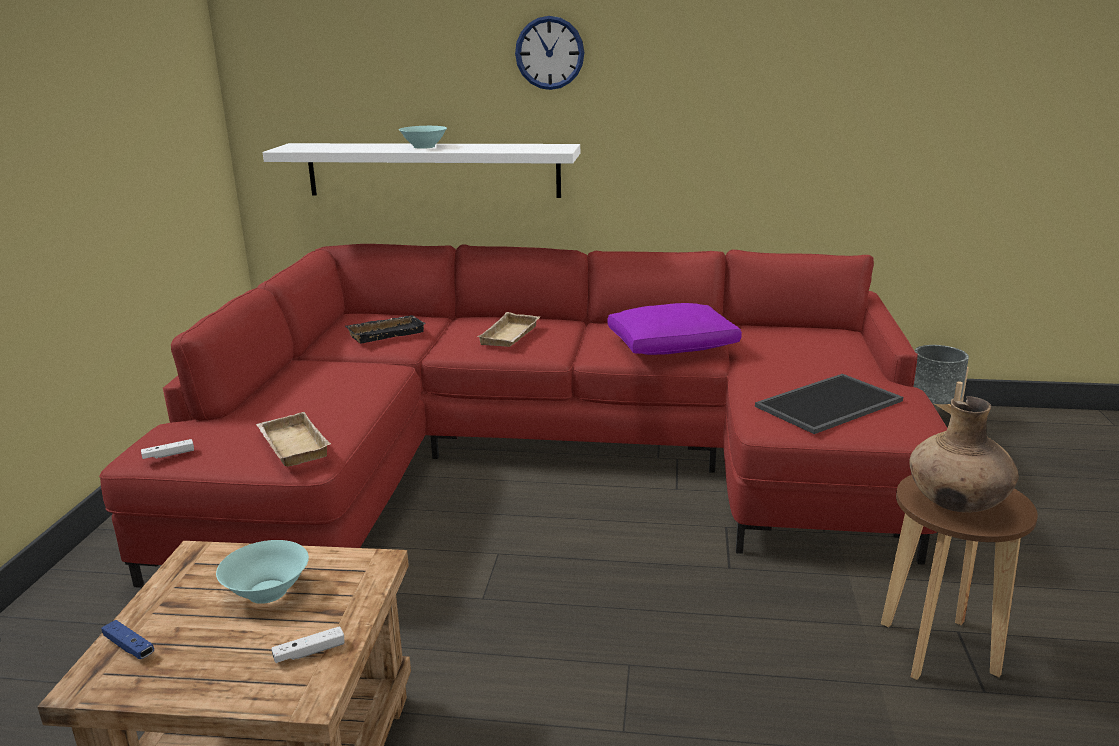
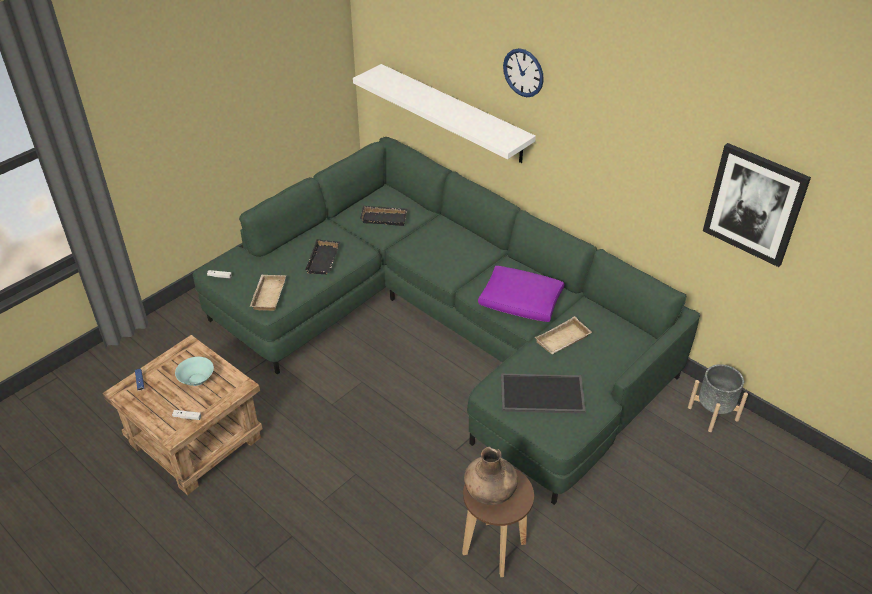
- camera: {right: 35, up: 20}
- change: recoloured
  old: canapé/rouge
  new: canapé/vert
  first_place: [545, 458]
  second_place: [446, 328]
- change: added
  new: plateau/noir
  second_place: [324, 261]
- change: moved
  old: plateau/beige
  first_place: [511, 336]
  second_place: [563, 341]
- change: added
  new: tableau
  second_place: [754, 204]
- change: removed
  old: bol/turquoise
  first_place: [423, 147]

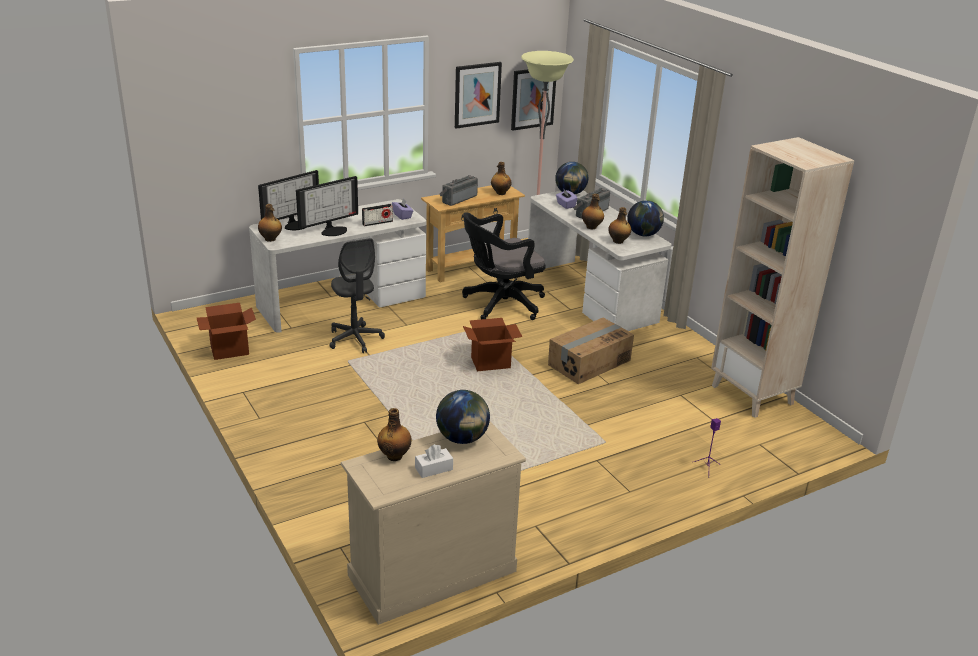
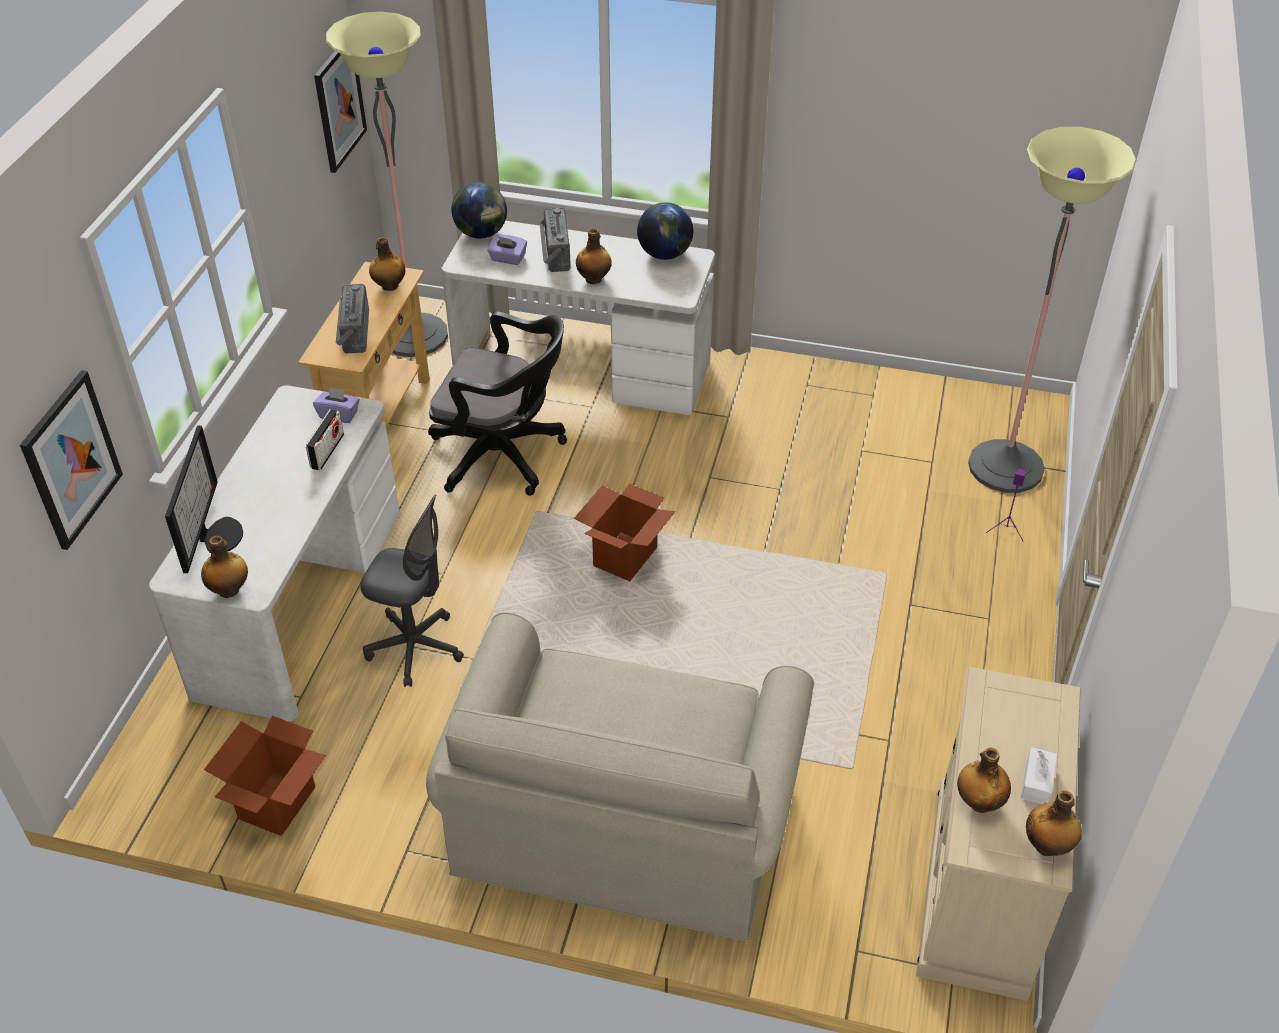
- camera: {right: -45, up: 15}
- change: moved
  old: tableau
  first_place: [477, 94]
  second_place: [71, 460]
- change: added
  new: canapé/beige
  second_place: [622, 819]
- change: turned
  old: chaise de bureau/noir
  first_place: [500, 304]
  second_place: [504, 456]
  degrees: -90
- change: added
  new: lampadaire
  second_place: [1005, 467]
- change: moved
  old: bouteille
  first_place: [618, 241]
  second_place: [1048, 846]
- change: removed
  old: écran d'ordinateur
  first_place: [333, 230]
- change: removed
  old: globe
  first_place: [462, 438]
- change: removed
  old: carton
  first_place: [588, 362]
- change: removed
  old: bibliothèque/beige
  first_place: [753, 395]

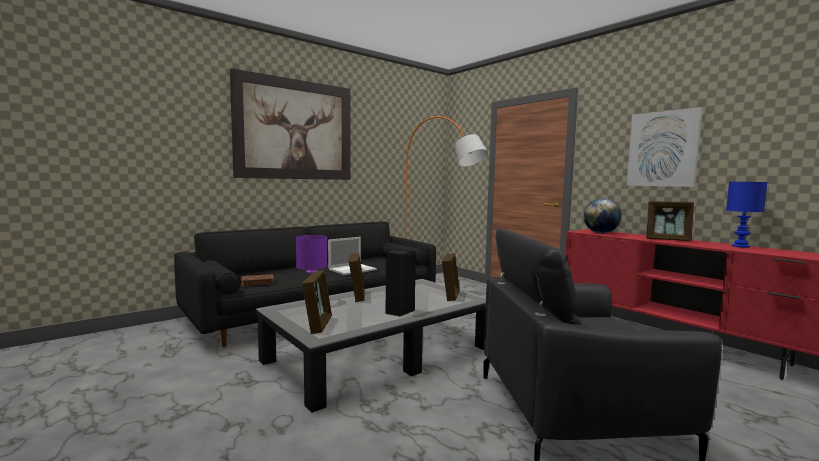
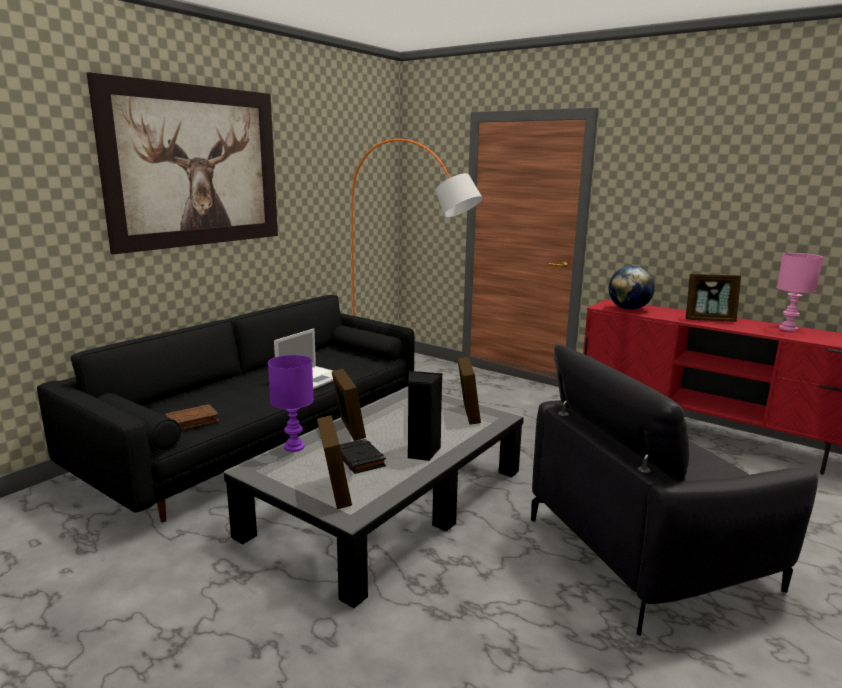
- camera: {right: -15, up: 10}
- change: added
  new: livre/noir
  second_place: [360, 460]
- change: recoloured
  old: lampe de table/bleu
  new: lampe de table/rose
  first_place: [740, 246]
  second_place: [787, 328]
- change: removed
  old: tableau
  first_place: [662, 149]

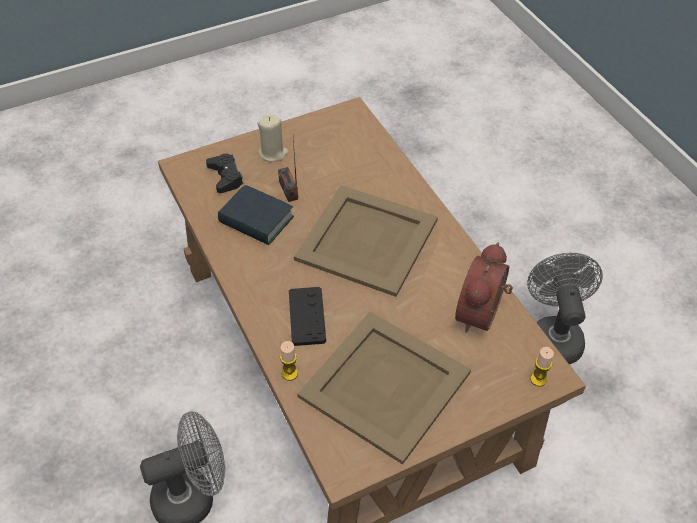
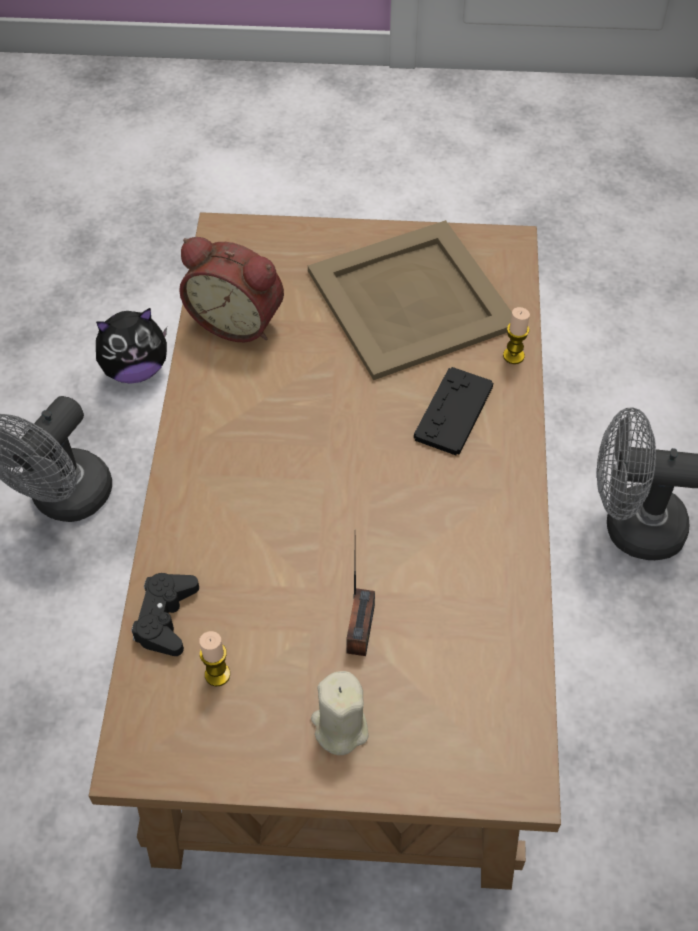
- camera: {right: -150, up: 5}
- change: added
  new: peluche
  second_place: [135, 369]
- change: moved
  old: manette/noir
  first_place: [226, 177]
  second_place: [166, 618]
- change: turned
  old: réveil
  first_place: [482, 315]
  second_place: [238, 320]
  degrees: 60
- change: moved
  old: bougie
  first_place: [538, 379]
  second_place: [217, 674]
- change: removed
  old: livre
  first_place: [256, 220]
- change: removed
  old: plateau/beige
  first_place: [368, 239]

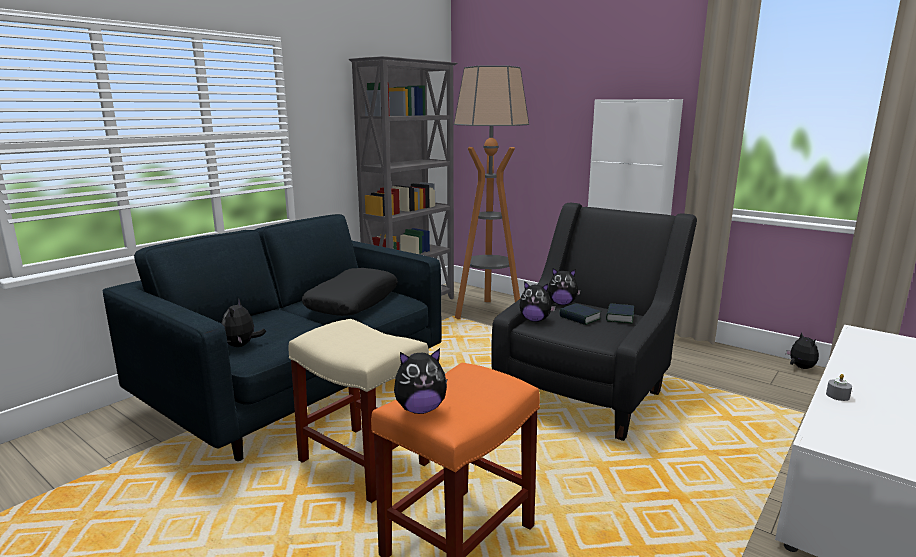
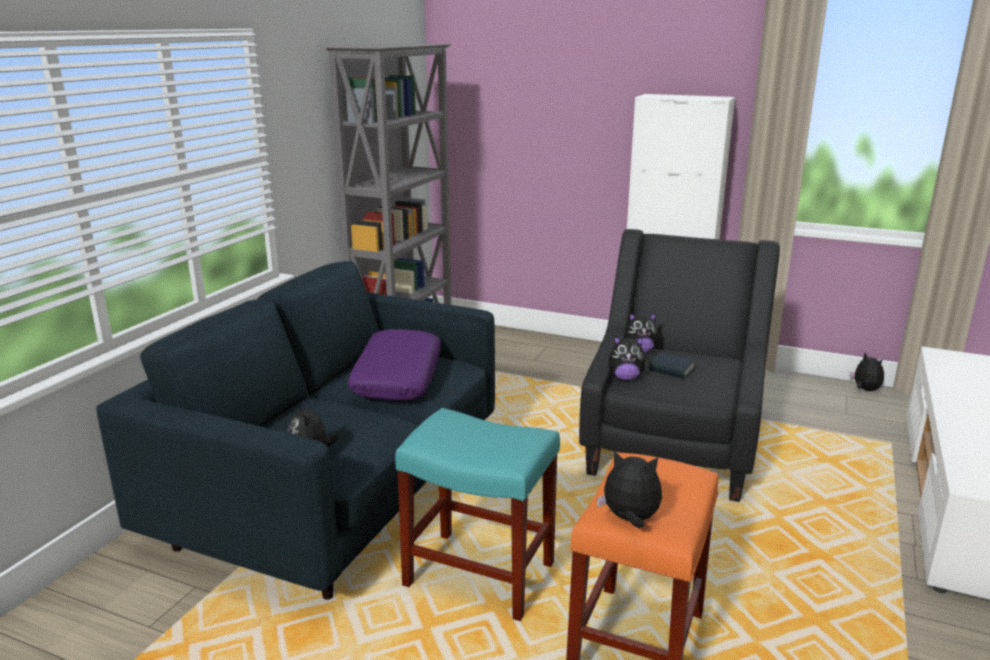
- camera: {right: -15, up: 5}
- change: recoloured
  old: coussin/noir
  new: coussin/violet
  first_place: [352, 302]
  second_place: [397, 377]
- change: recoloured
  old: tabouret/beige
  new: tabouret/turquoise
  first_place: [365, 463]
  second_place: [482, 575]
- change: turned
  old: peluche
  first_place: [420, 409]
  second_place: [630, 519]
  degrees: -135
- change: removed
  old: lampadaire
  first_place: [488, 313]
- change: removed
  old: livre
  first_place: [619, 317]
- change: removed
  old: bougie/gris
  first_place: [837, 396]

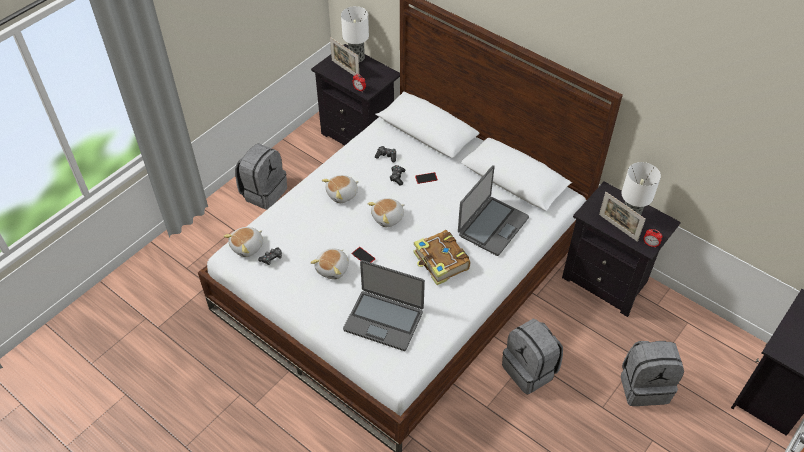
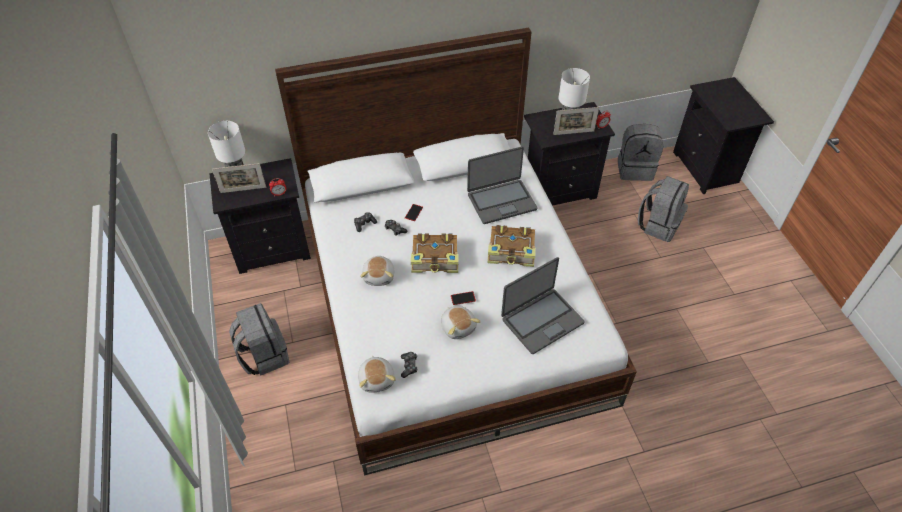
- camera: {right: -55, up: 0}
- change: replaced
  old: peluche
  new: livre
  first_place: [388, 218]
  second_place: [435, 259]
- change: turned
  old: ordinateur portable
  first_place: [492, 226]
  second_place: [501, 201]
  degrees: 90
- change: moved
  old: sac à dos/gris
  first_place: [530, 370]
  second_place: [635, 169]

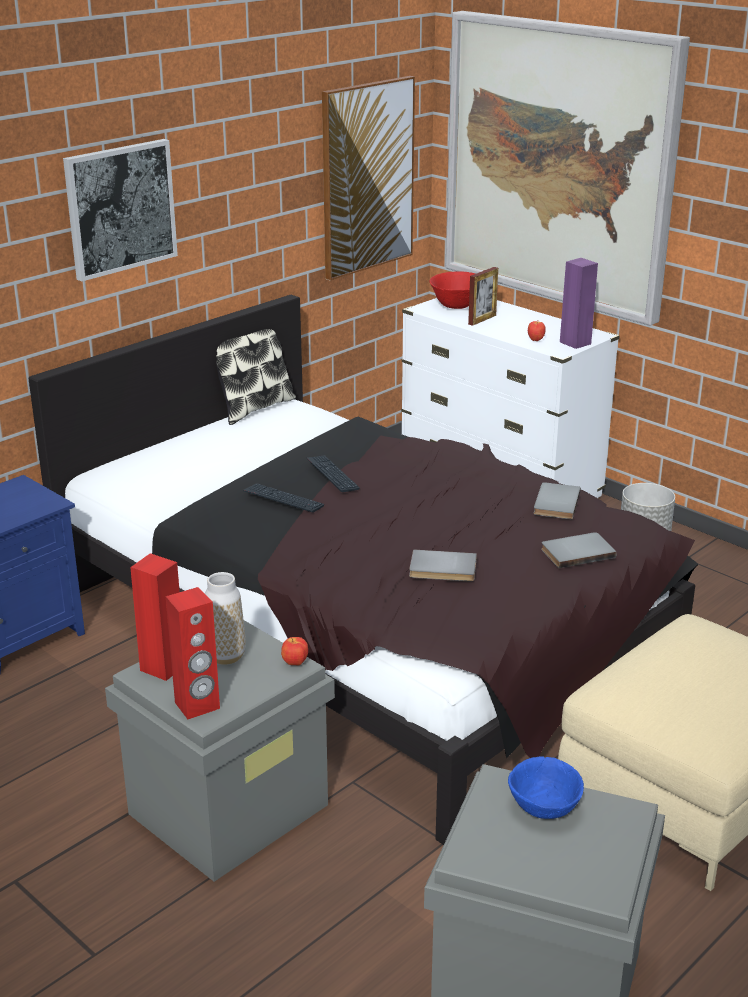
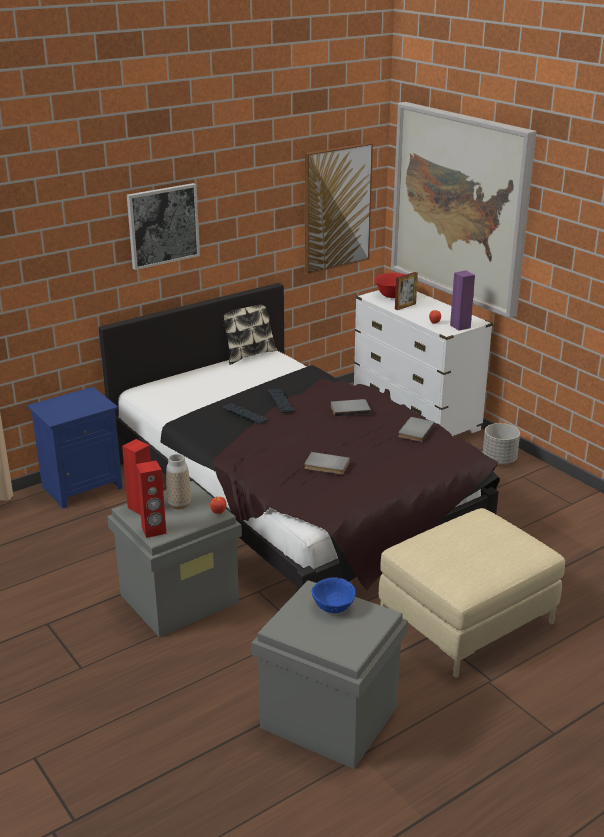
- camera: {right: 10, up: 0}
- change: moved
  old: livre/gris
  first_place: [576, 552]
  second_place: [349, 409]

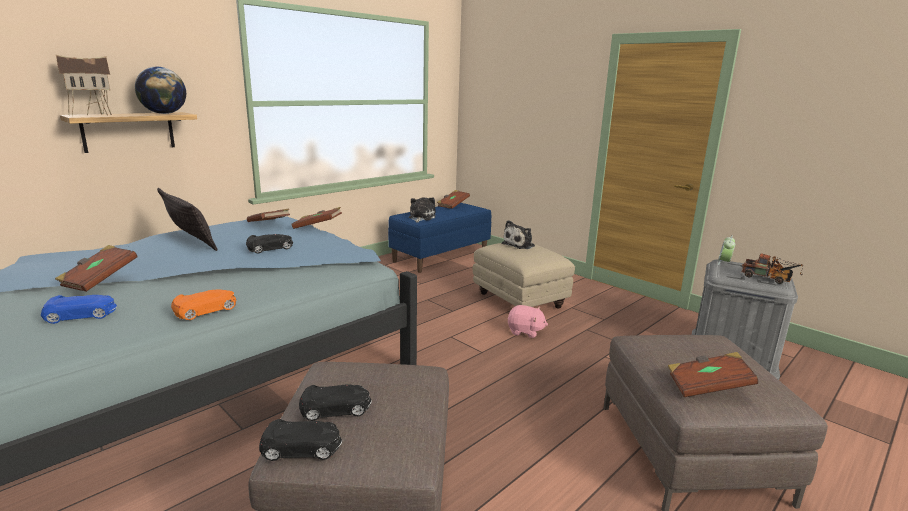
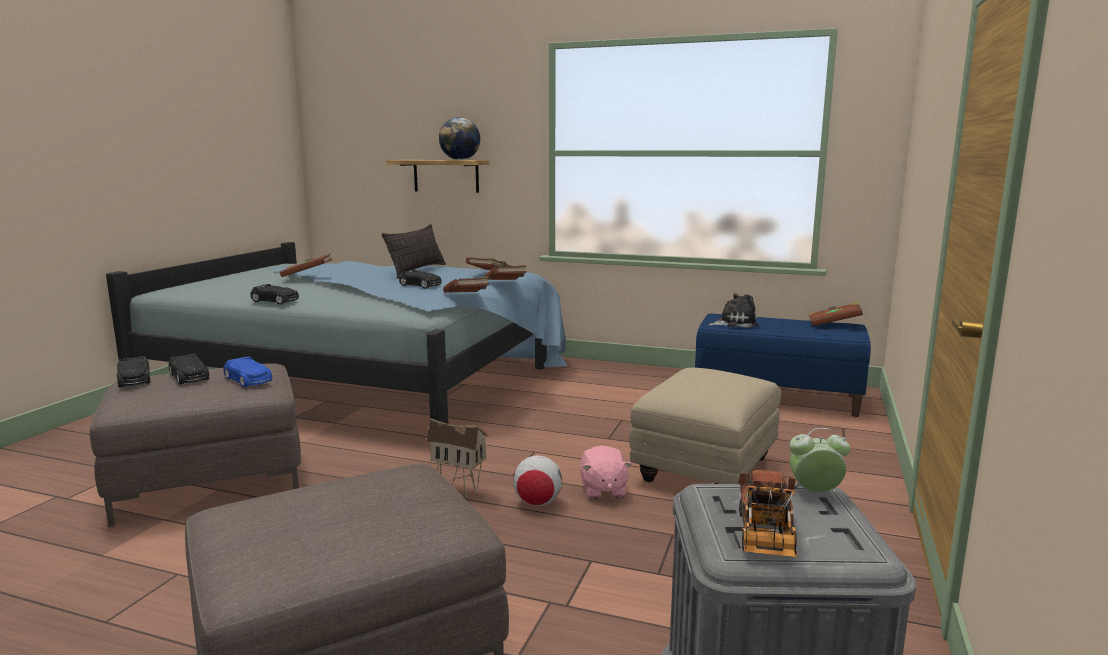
- camera: {right: 65, up: -5}
- change: moved
  old: petite voiture/bleu
  first_place: [82, 315]
  second_place: [248, 380]
- change: recoloured
  old: petite voiture/orange
  new: petite voiture/noir
  first_place: [206, 310]
  second_place: [275, 301]
- change: moved
  old: maison miniature
  first_place: [91, 115]
  second_place: [459, 490]
- change: moved
  old: livre/marron
  first_place: [707, 387]
  second_place: [467, 297]
- change: added
  new: ballon de foot
  second_place: [537, 503]
- change: removed
  old: peluche
  first_place: [520, 245]

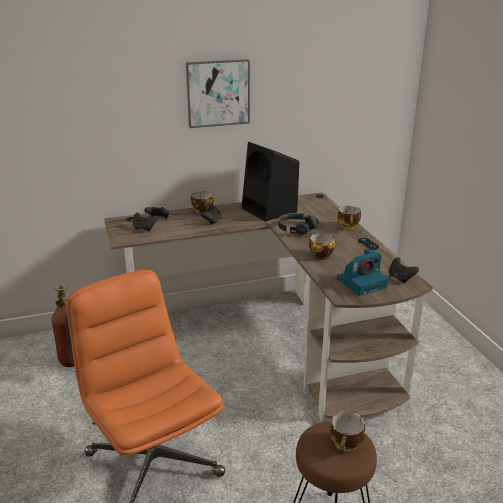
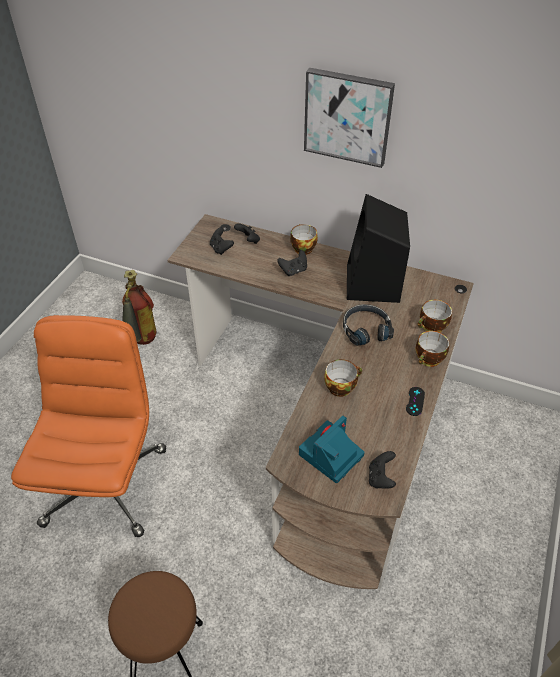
- camera: {right: 40, up: 20}
- change: turned
  old: appareil photo
  first_place: [362, 282]
  second_place: [330, 456]
  degrees: 120
- change: moved
  old: tasse
  first_place: [346, 445]
  second_place: [432, 327]

